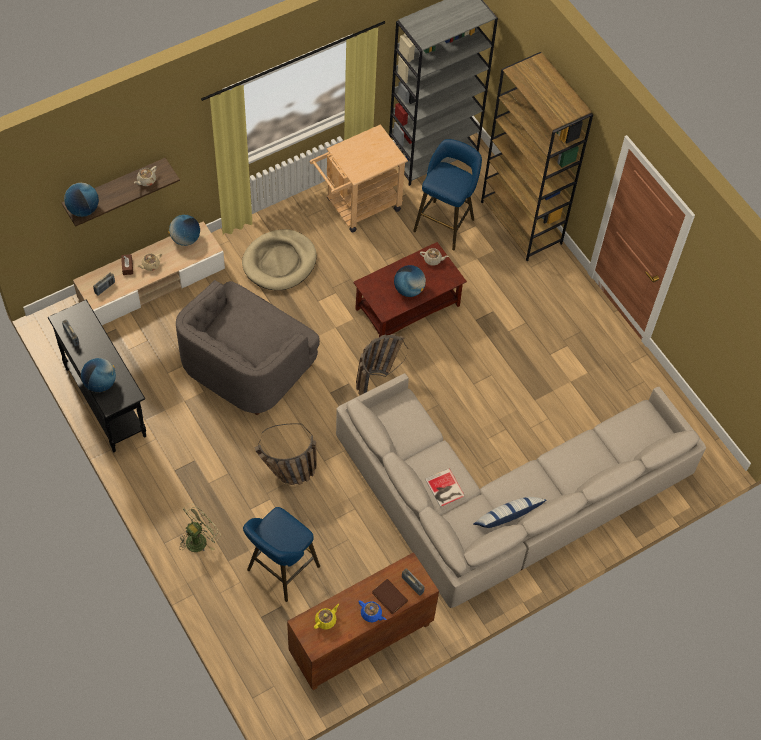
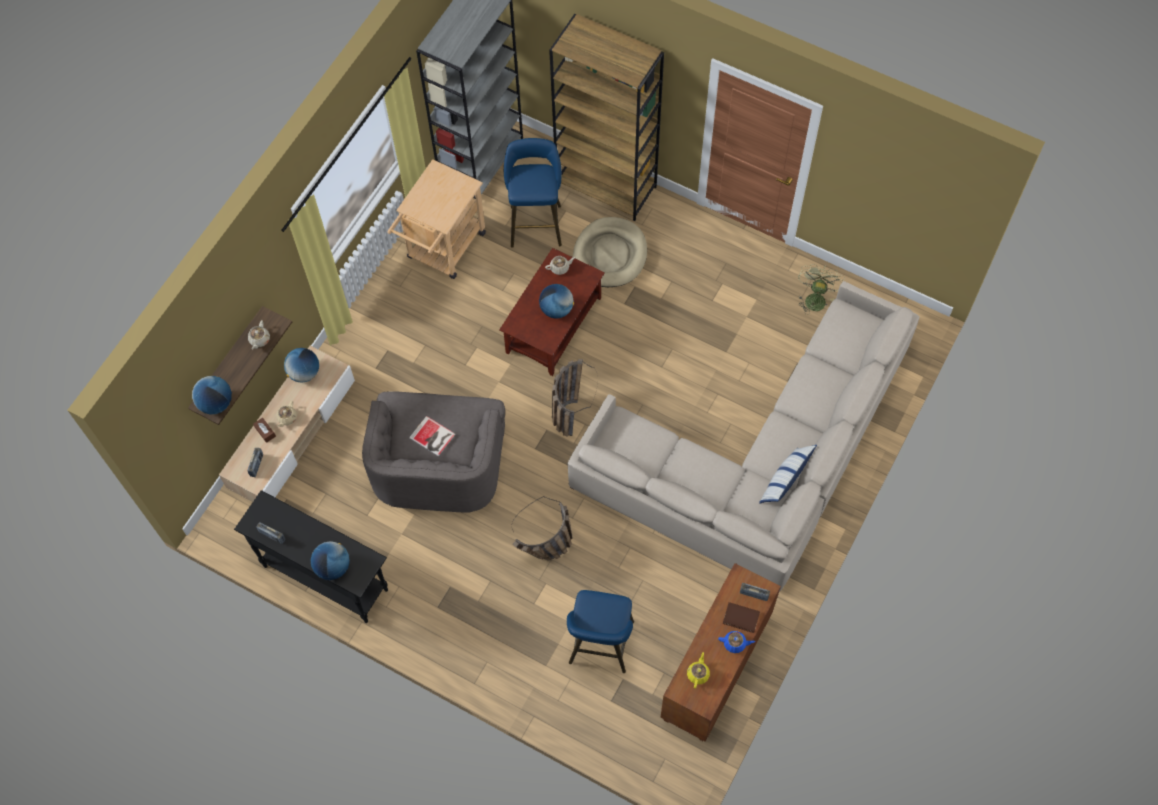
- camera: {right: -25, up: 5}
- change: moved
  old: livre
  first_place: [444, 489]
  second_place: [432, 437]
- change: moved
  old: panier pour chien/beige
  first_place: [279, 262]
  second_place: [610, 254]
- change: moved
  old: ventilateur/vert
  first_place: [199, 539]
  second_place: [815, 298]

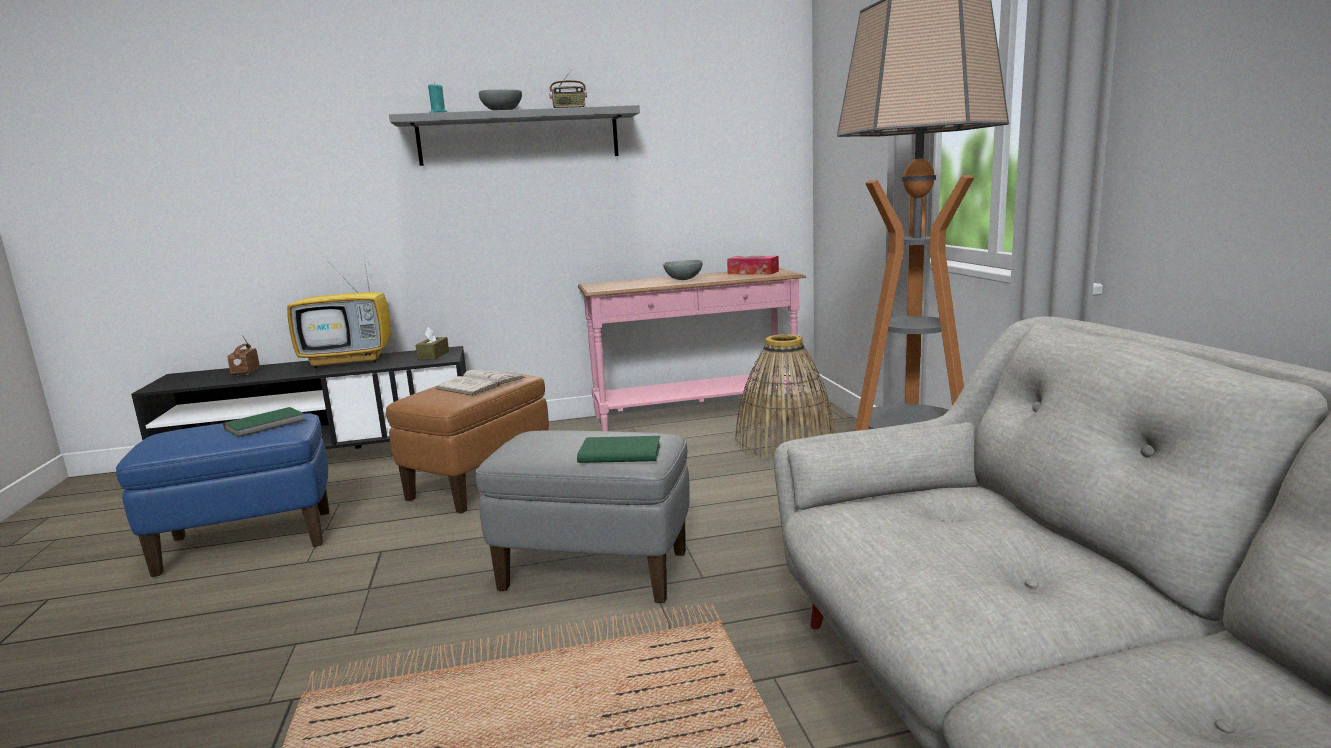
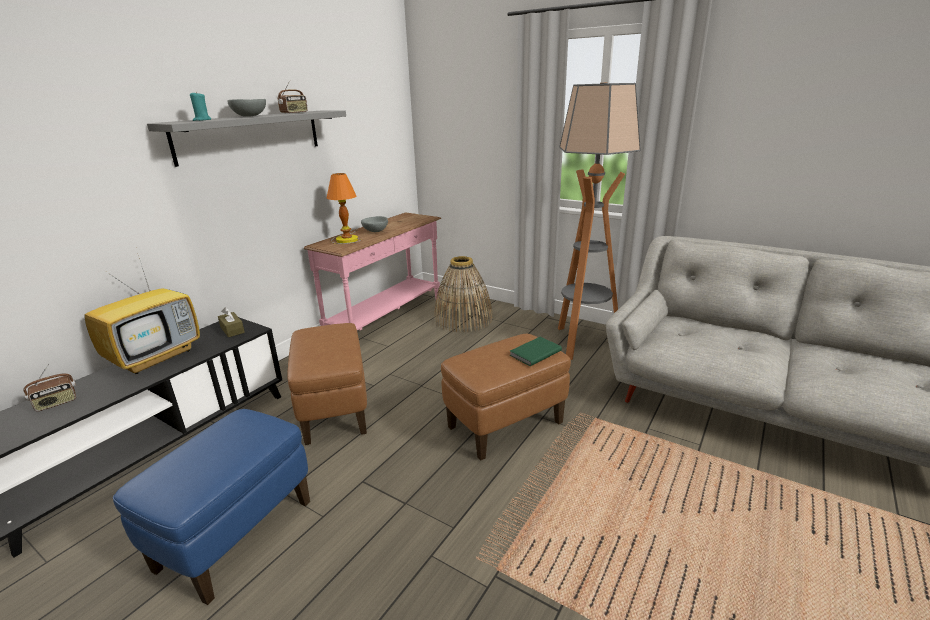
- camera: {right: -45, up: 10}
- change: turned
  old: radio
  first_place: [245, 372]
  second_place: [56, 403]
  degrees: -75
- change: added
  new: lampe de table
  second_place: [346, 239]
- change: recoloured
  old: pouf/gris
  new: pouf/marron
  first_place: [595, 571]
  second_place: [505, 425]
- change: removed
  old: livre/vert
  first_place: [267, 425]
- change: removed
  old: livre/blanc
  first_place: [481, 383]
- change: removed
  old: boîte à mouchoirs
  first_place: [753, 272]

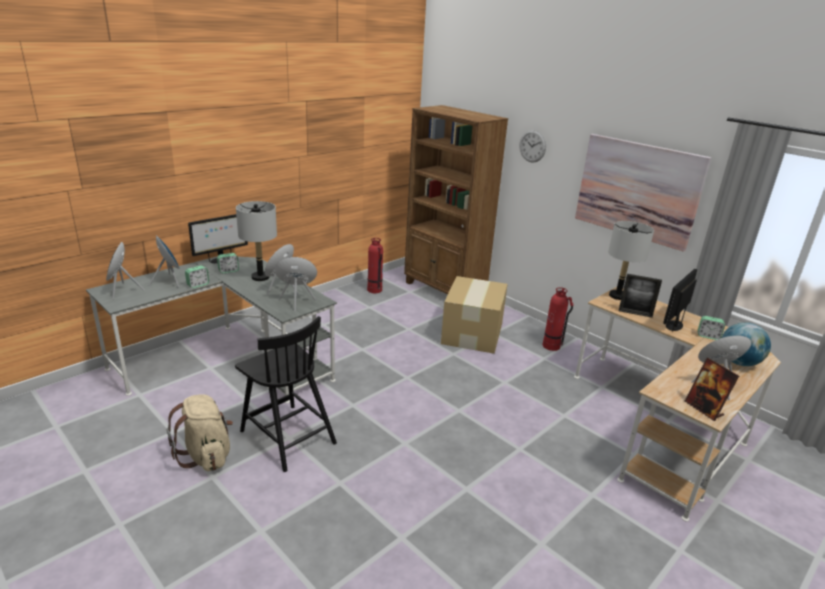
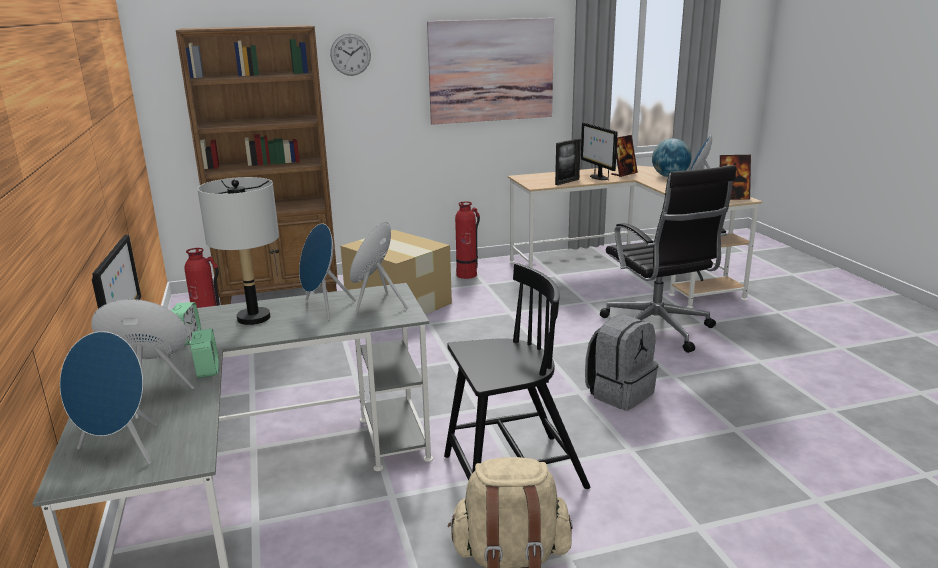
- camera: {right: -60, up: -5}
- change: added
  new: sac à dos/gris
  second_place: [619, 393]
- change: added
  new: chaise de bureau/noir
  second_place: [657, 330]
- change: replaced
  old: réveil
  new: cadre photo
  first_place: [708, 336]
  second_place: [624, 174]
- change: removed
  old: lampe de table/gris
  first_place: [617, 296]

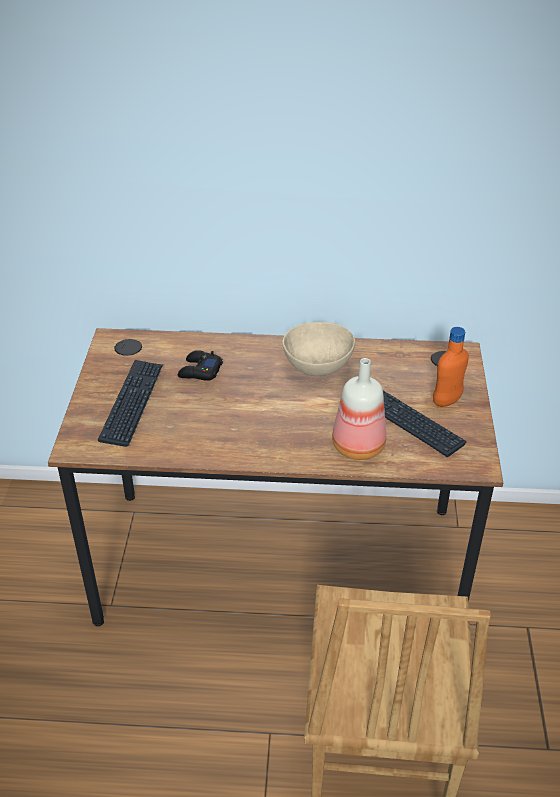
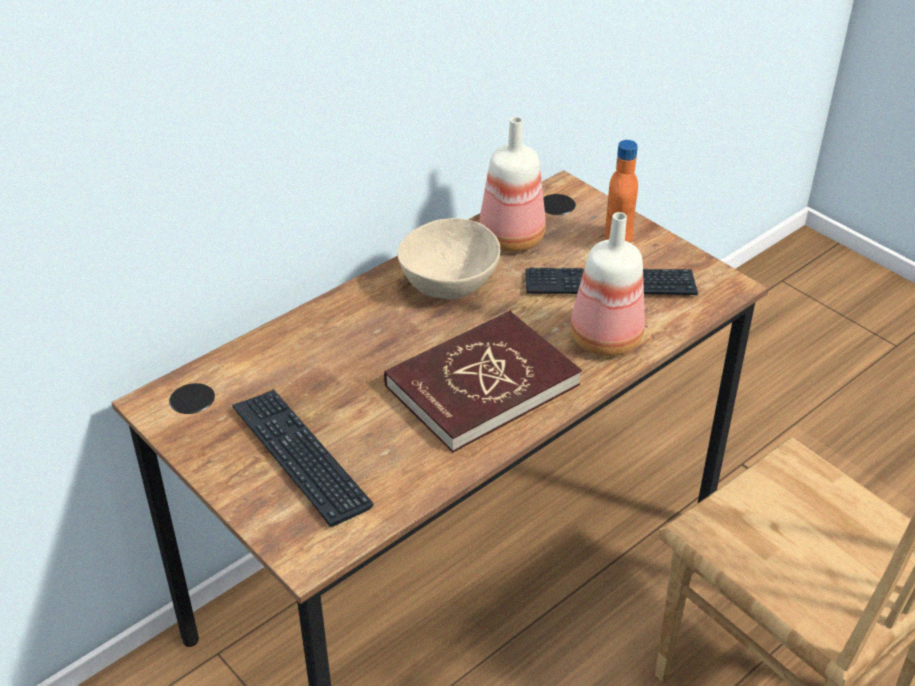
- camera: {right: -45, up: 0}
- change: added
  new: livre/rouge
  second_place: [481, 385]
- change: added
  new: bouteille
  second_place: [513, 239]
- change: removed
  old: manette/noir
  first_place: [199, 371]

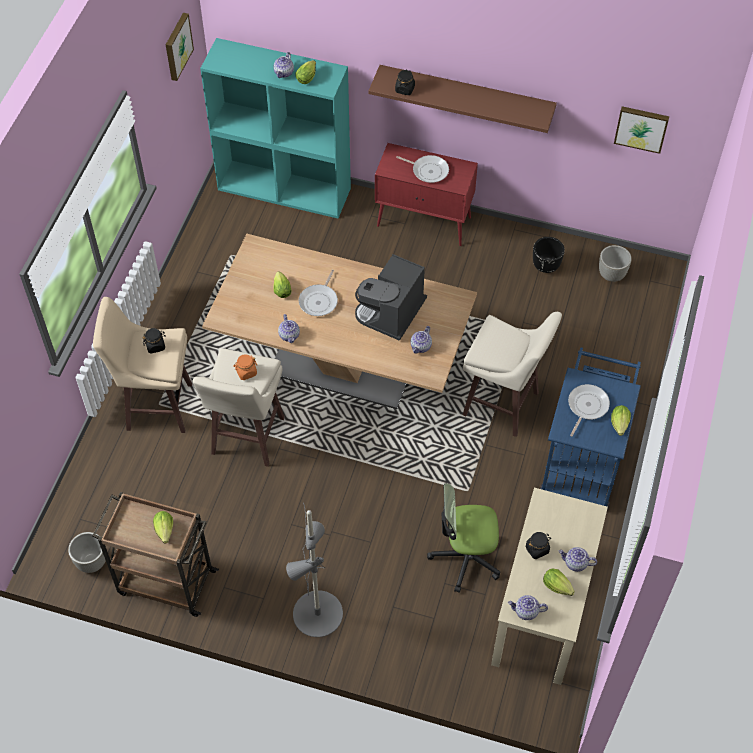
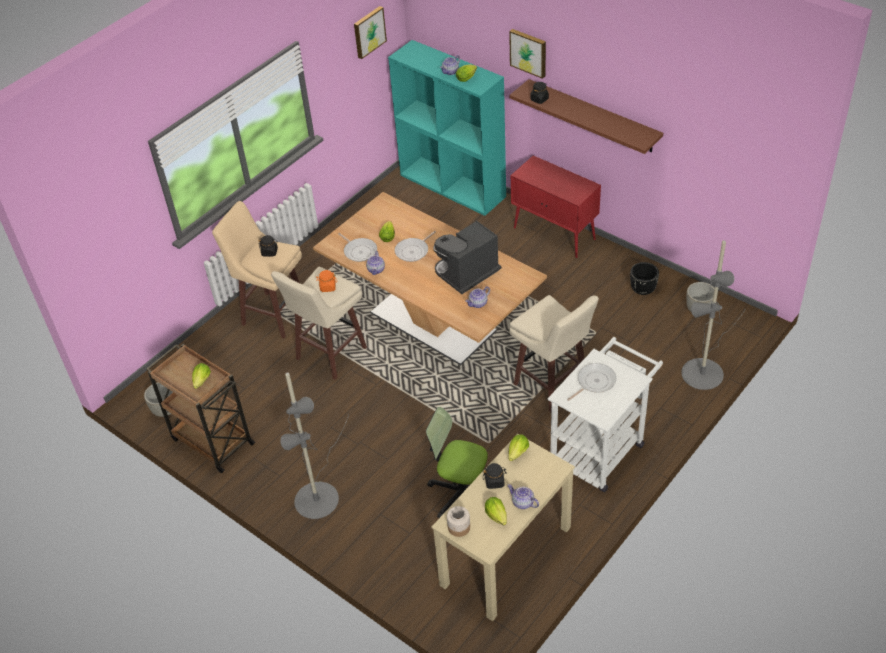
- camera: {right: 25, up: -10}
- change: moved
  old: poêle
  first_place: [428, 170]
  second_place: [359, 251]
- change: replaced
  old: théière
  new: bocal
  first_place: [526, 611]
  second_place: [459, 527]
- change: moved
  old: laitue
  first_place: [619, 426]
  second_place: [517, 454]
- change: moved
  old: tableau
  first_place: [641, 128]
  second_place: [529, 52]
- change: recoloured
  old: chariot/bleu
  new: chariot/blanc
  first_place: [583, 460]
  second_place: [601, 447]
- change: added
  new: lampadaire/gris
  second_place: [706, 367]

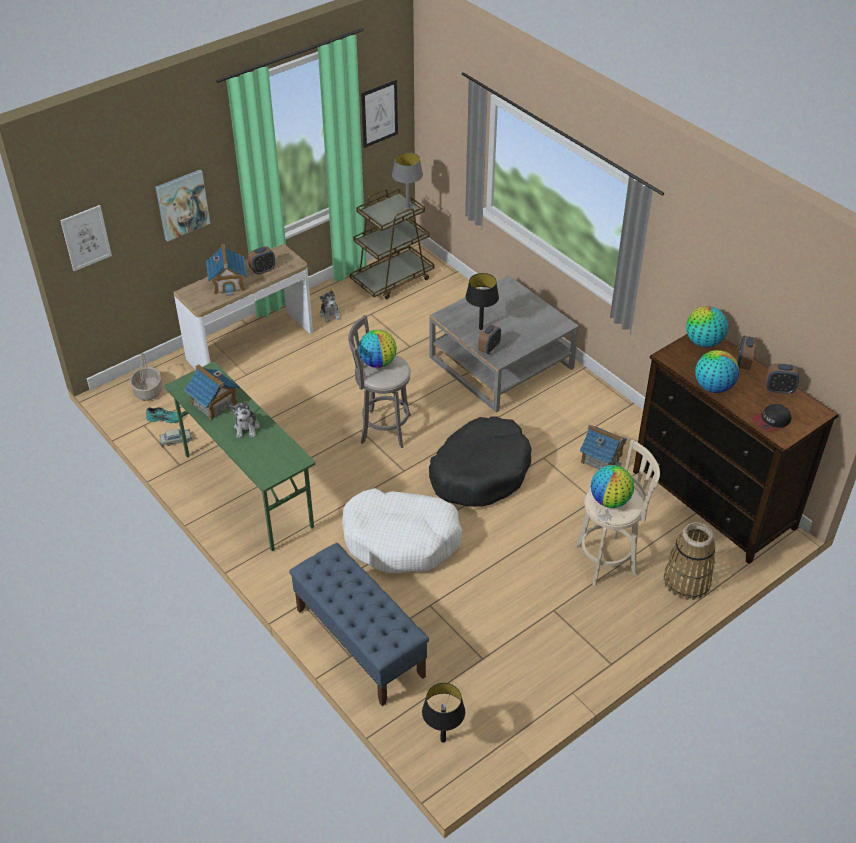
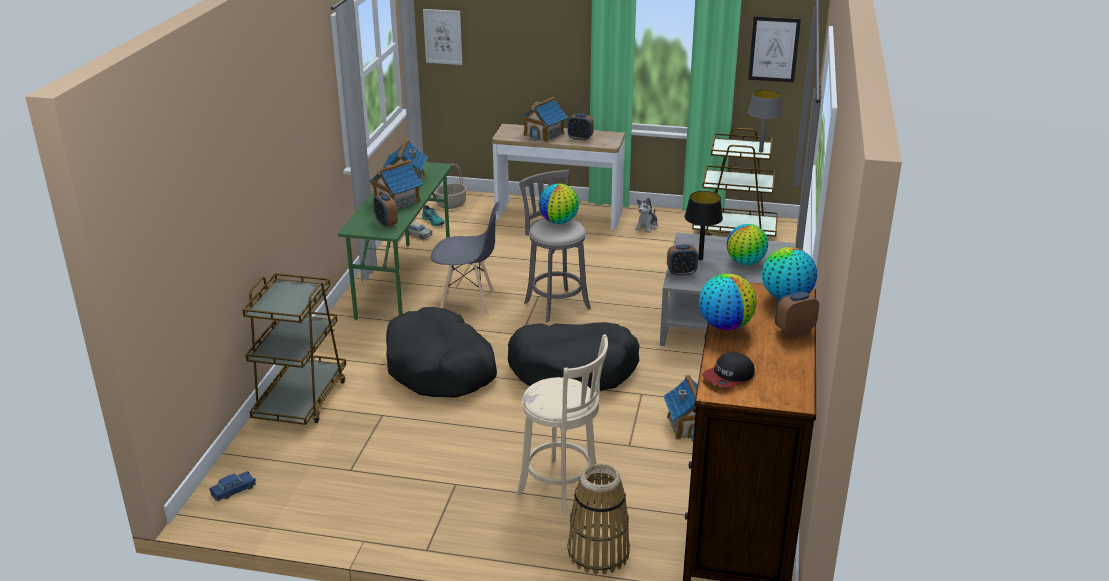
- camera: {right: 50, up: -15}
- change: replaced
  old: lampe de table/noir
  new: petite voiture/bleu
  first_place: [443, 740]
  second_place: [233, 490]
- change: replaced
  old: banc/bleu
  new: chariot/marron
  first_place: [359, 642]
  second_place: [301, 400]
- change: replaced
  old: peluche
  new: maison miniature
  first_place: [247, 428]
  second_place: [397, 201]
- change: moved
  old: réveil
  first_place: [779, 389]
  second_place: [386, 223]
- change: recoloured
  old: panier pour chien/blanc
  new: panier pour chien/noir
  first_place: [401, 539]
  second_place: [440, 368]
- change: added
  new: chaise/gris
  second_place: [467, 302]
- change: turned
  old: casquette
  first_place: [771, 421]
  second_place: [728, 376]
  degrees: -60
- change: moved
  old: globe
  first_place: [610, 500]
  second_place: [745, 262]
- change: removed
  old: tableau
  first_place: [182, 204]

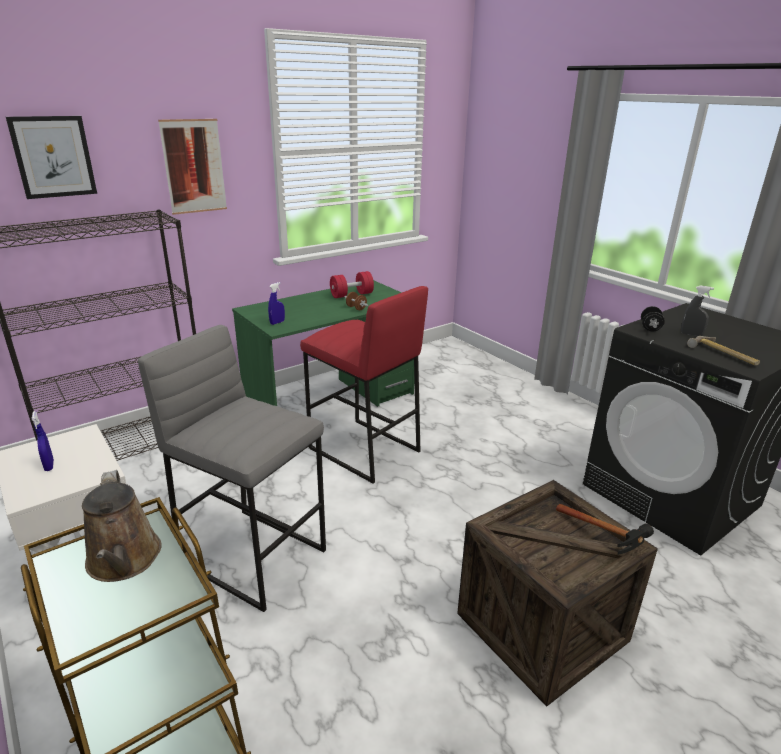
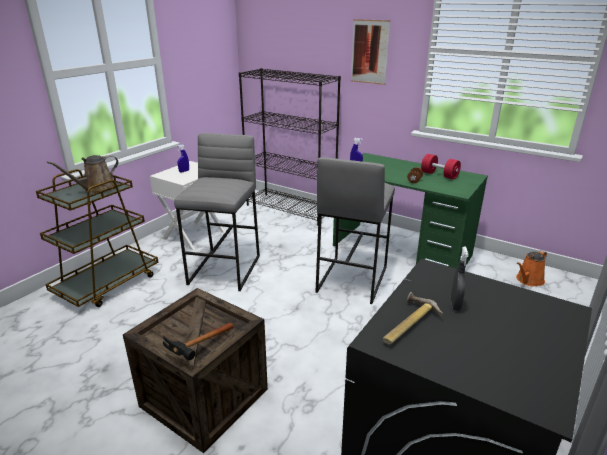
- camera: {right: 70, up: 0}
- change: recoloured
  old: tabouret/rouge
  new: tabouret/gris
  first_place: [363, 450]
  second_place: [351, 279]
- change: added
  new: arrosoir/orange
  second_place: [528, 280]
- change: removed
  old: tableau
  first_place: [53, 157]
- change: removed
  old: haltère/noir
  first_place: [650, 328]

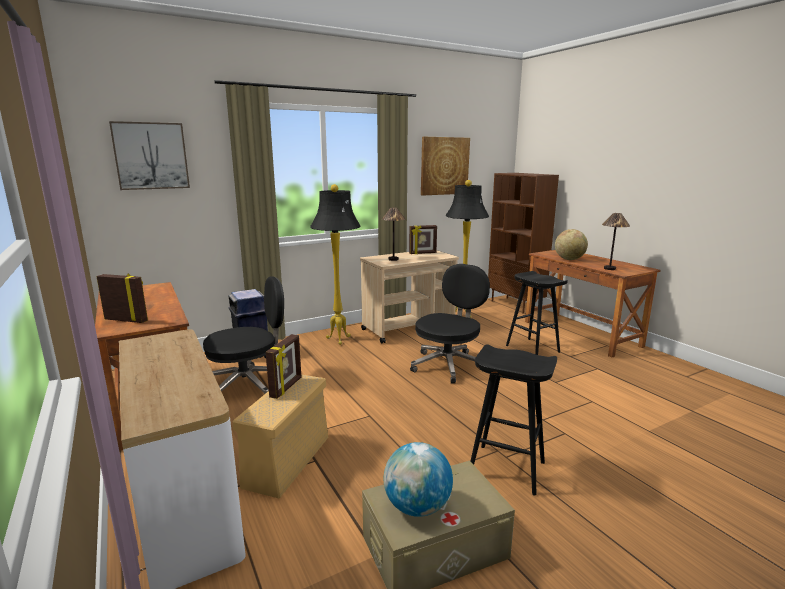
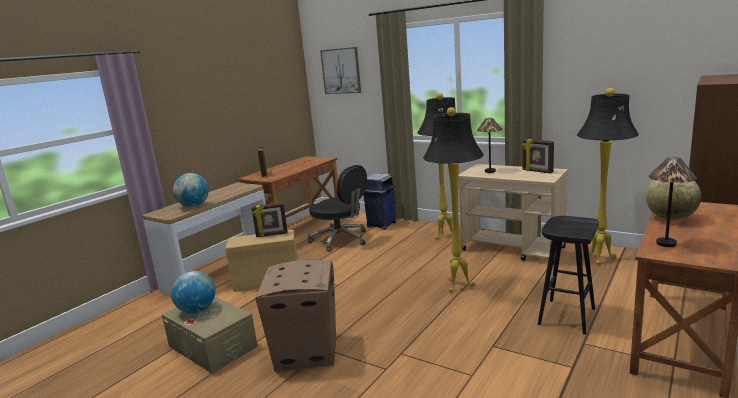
- camera: {right: 65, up: 0}
- change: added
  new: globe
  second_place: [194, 206]
- change: replaced
  old: tabouret/noir
  new: carton
  first_place: [505, 469]
  second_place: [307, 351]
- change: replaced
  old: chaise de bureau/noir
  new: lampadaire/noir
  first_place: [448, 365]
  second_place: [458, 287]
- change: removed
  old: tableau
  first_place: [444, 166]

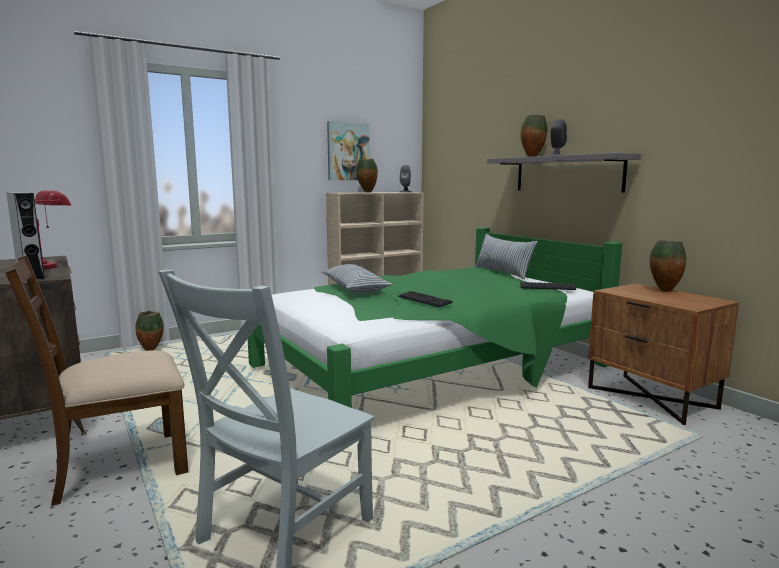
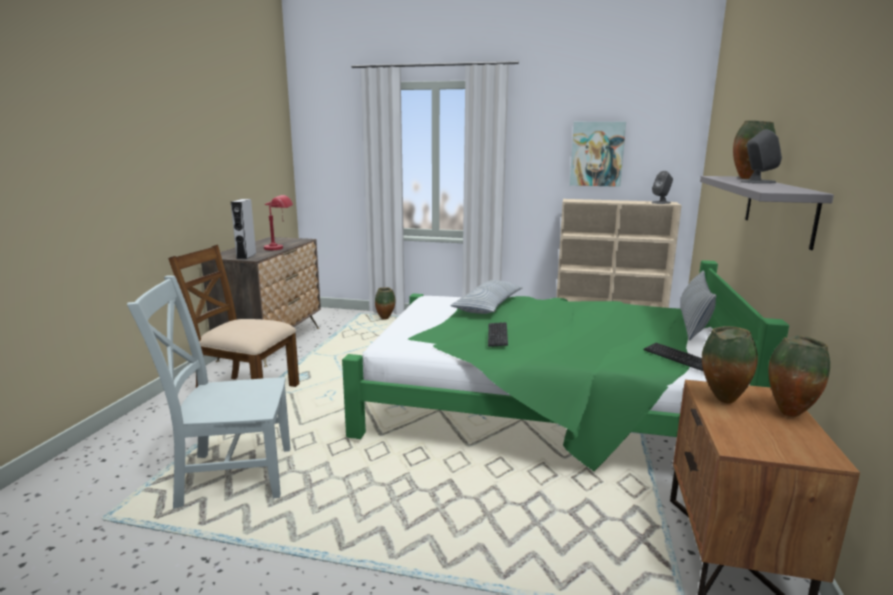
- camera: {right: 45, up: 5}
- change: moved
  old: vase
  first_place: [367, 192]
  second_place: [722, 401]

